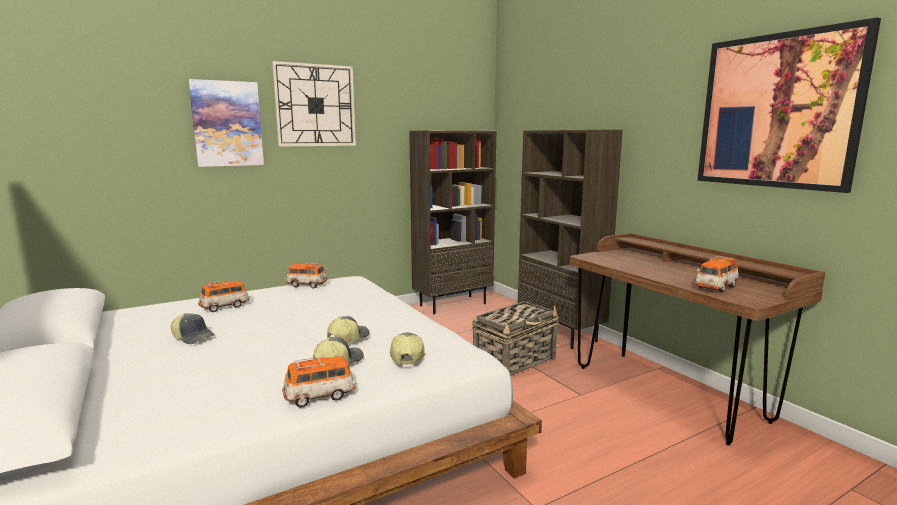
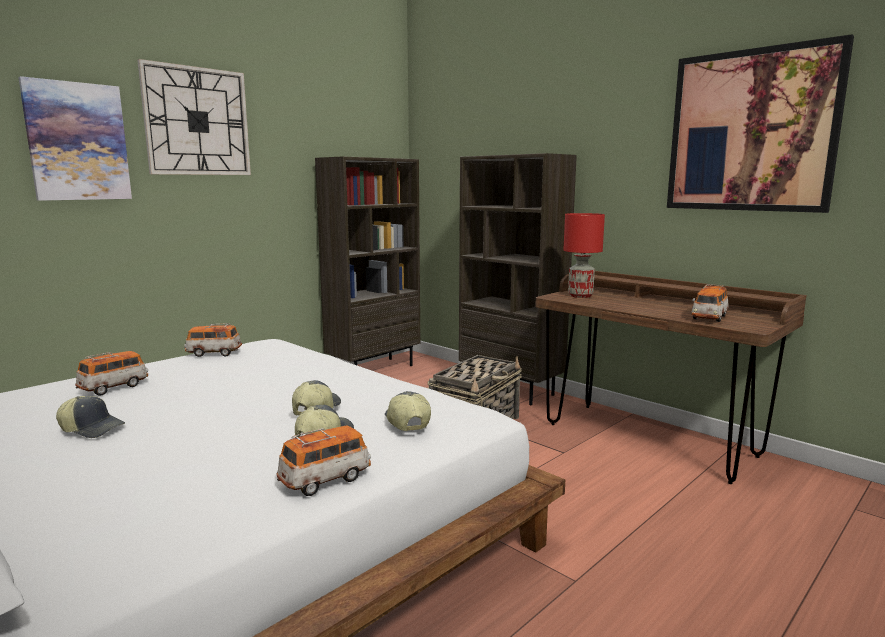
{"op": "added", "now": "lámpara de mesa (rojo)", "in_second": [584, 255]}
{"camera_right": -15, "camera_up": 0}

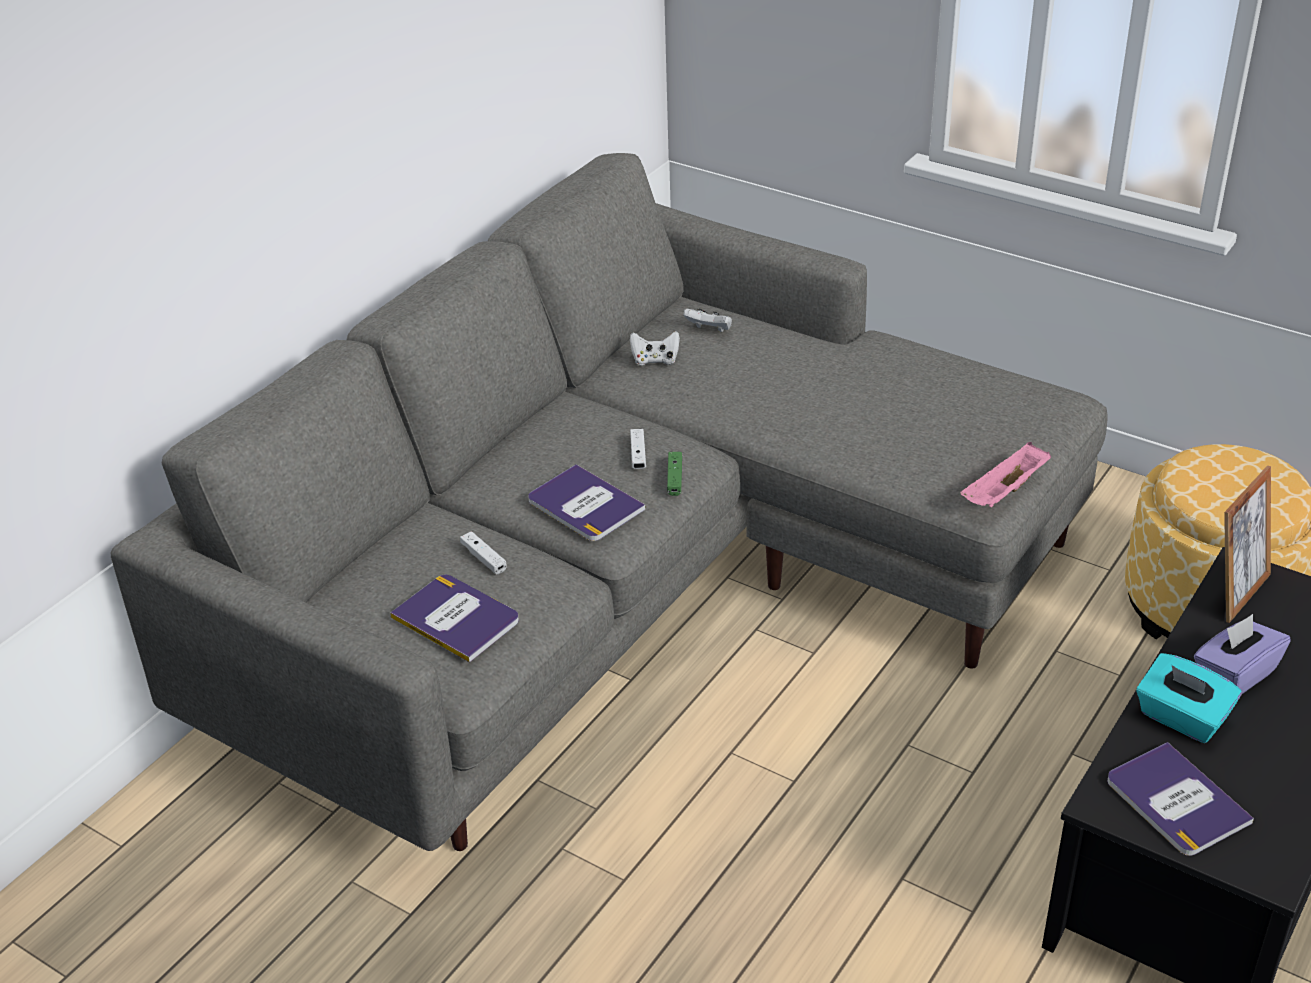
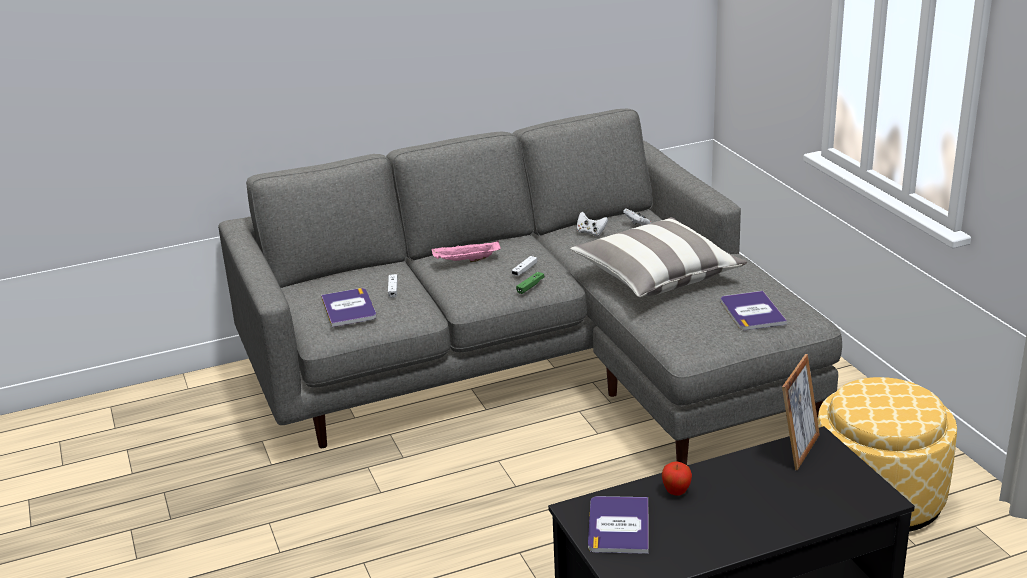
{"op": "moved", "was": "libro", "in_first": [586, 502], "in_second": [754, 310]}
{"op": "moved", "was": "bandeja (rosa)", "in_first": [1005, 475], "in_second": [466, 251]}
{"op": "replaced", "was": "caja de pañuelos (turquesa)", "now": "manzana", "in_first": [1189, 698], "in_second": [677, 478]}
{"op": "removed", "was": "caja de pañuelos (morado)", "in_first": [1242, 654]}
{"op": "turned", "was": "portarretratos", "in_first": [1247, 544], "in_second": [801, 412], "clockwise": -45}
{"op": "added", "now": "cojín", "in_second": [658, 257]}
{"camera_right": 35, "camera_up": -10}

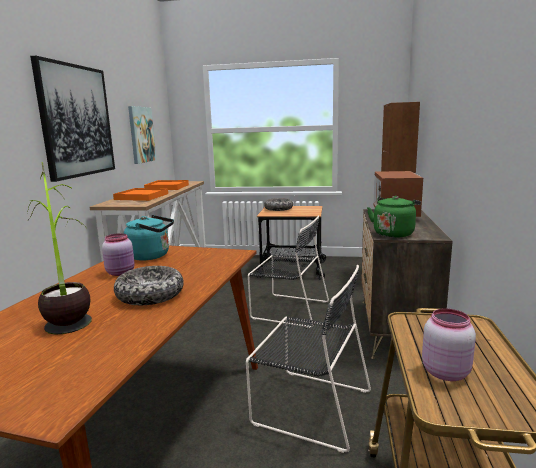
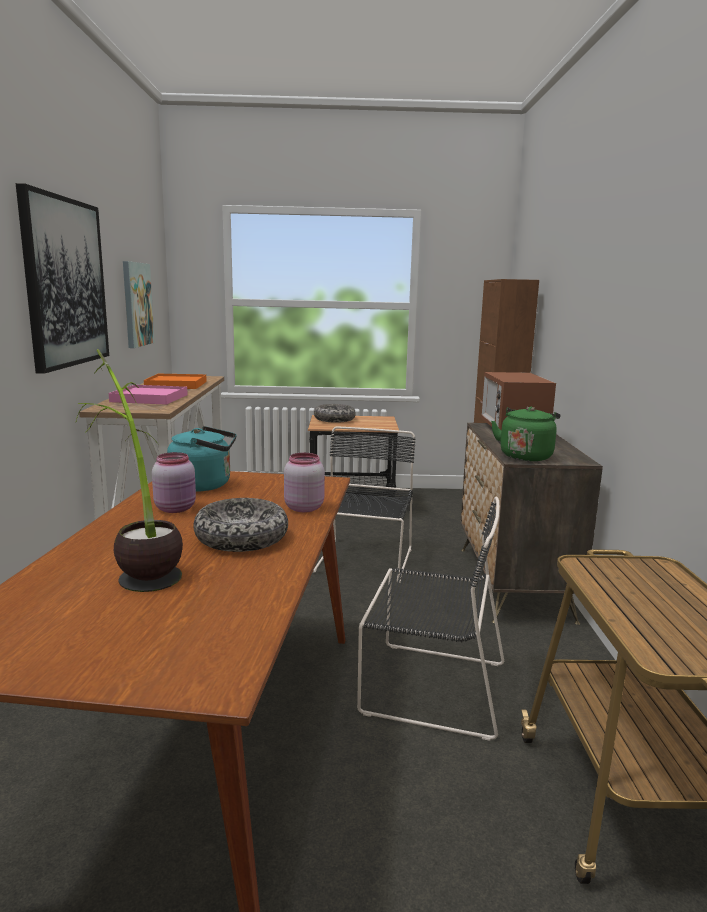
{"op": "recoloured", "was": "bandeja (naranja)", "now": "bandeja (rosa)", "in_first": [140, 194], "in_second": [148, 395]}
{"op": "turned", "was": "silla (negro)", "in_first": [288, 272], "in_second": [364, 505], "clockwise": -90}
{"op": "moved", "was": "tarro (rosa)", "in_first": [449, 344], "in_second": [304, 482]}
{"camera_right": -10, "camera_up": 0}

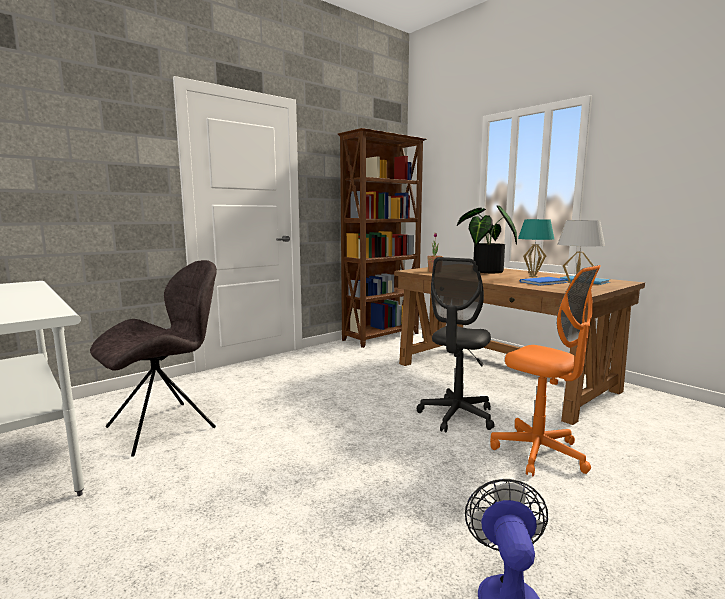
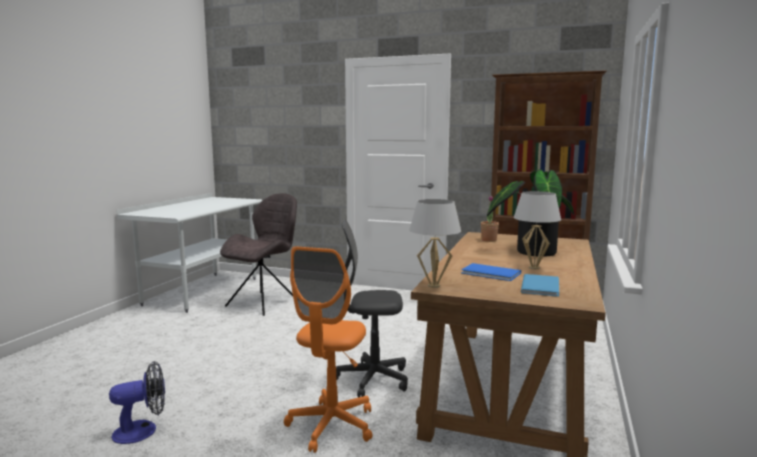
{"op": "turned", "was": "silla (gris)", "in_first": [153, 358], "in_second": [258, 254], "clockwise": -75}
{"op": "recoloured", "was": "lámpara de mesa (turquesa)", "now": "lámpara de mesa (blanco)", "in_first": [536, 248], "in_second": [537, 230]}
{"camera_right": 60, "camera_up": 0}

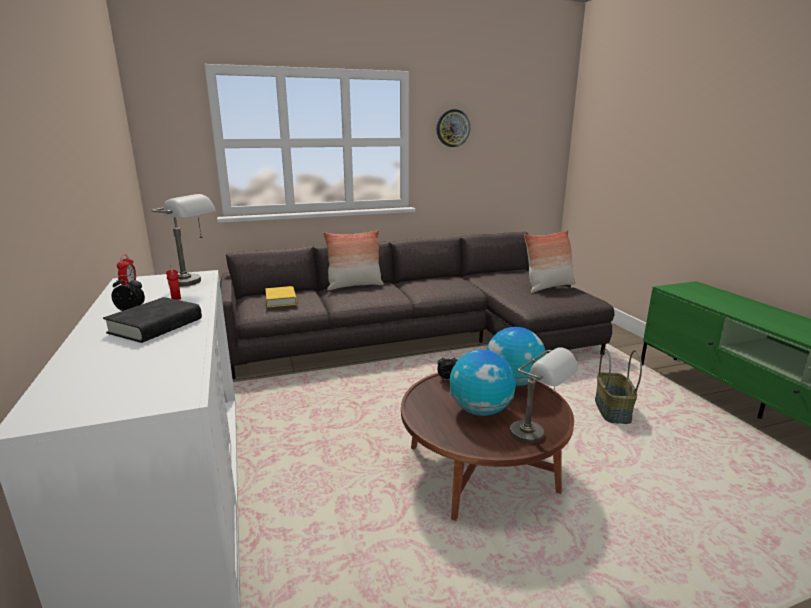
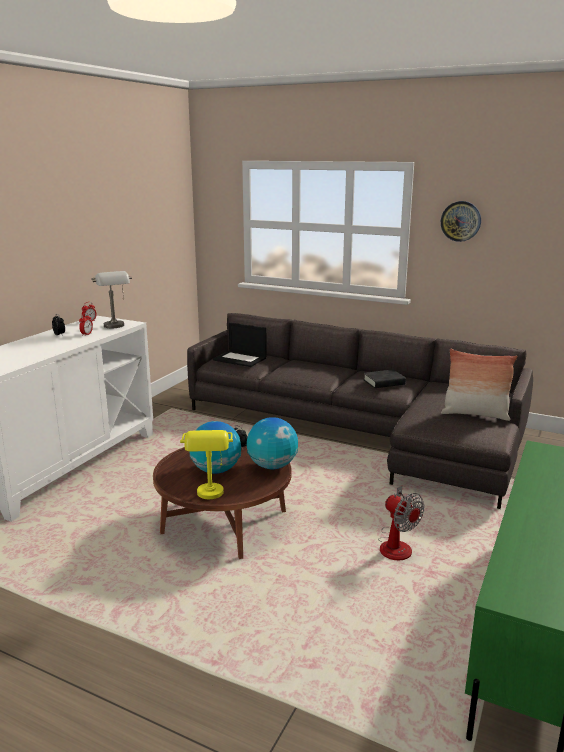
{"op": "moved", "was": "libro (negro)", "in_first": [152, 320], "in_second": [385, 378]}
{"op": "replaced", "was": "libro (amarillo)", "now": "portátil", "in_first": [281, 297], "in_second": [240, 344]}
{"op": "removed", "was": "cojín", "in_first": [353, 260]}
{"op": "recoloured", "was": "lámpara de mesa (gris)", "now": "lámpara de mesa (amarillo)", "in_first": [544, 395], "in_second": [206, 464]}
{"op": "replaced", "was": "cesta", "now": "ventilador", "in_first": [618, 386], "in_second": [401, 523]}
{"camera_right": 45, "camera_up": 0}

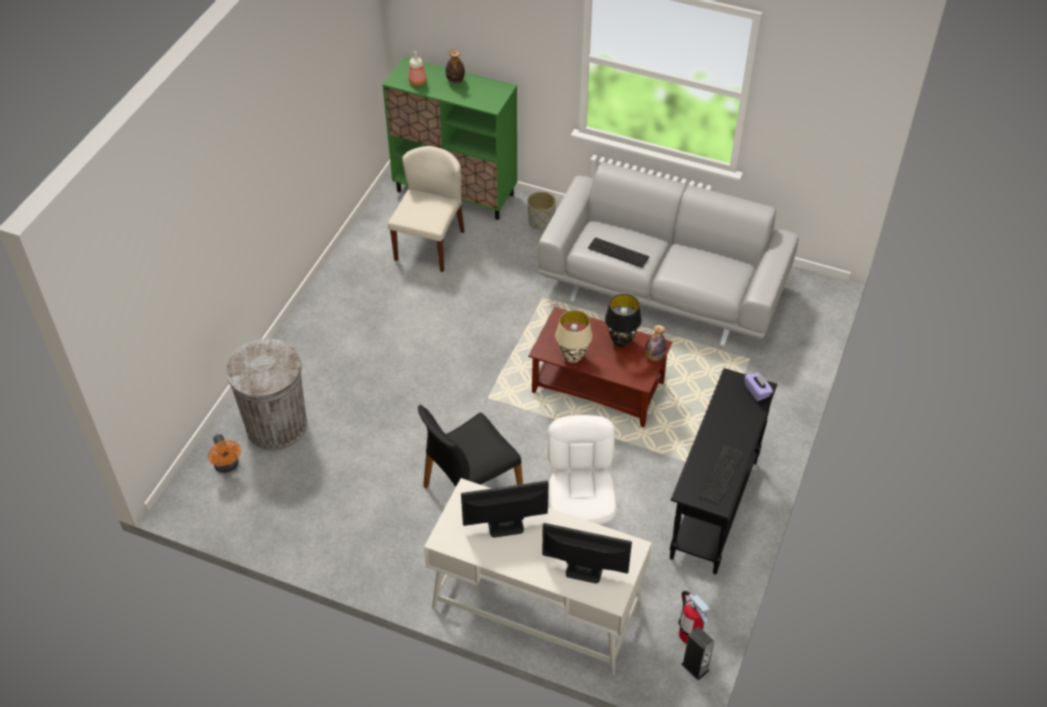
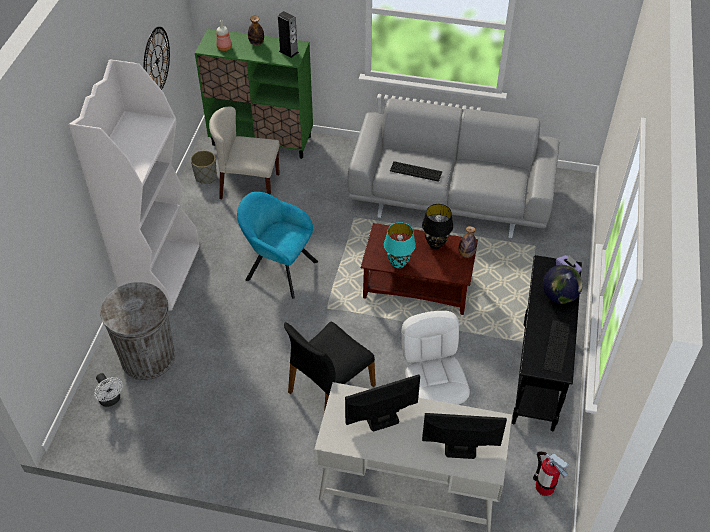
{"op": "recoloured", "was": "ventilador (naranja)", "now": "ventilador (blanco)", "in_first": [224, 453], "in_second": [108, 390]}
{"op": "turned", "was": "silla (beis)", "in_first": [426, 209], "in_second": [244, 152], "clockwise": -90}
{"op": "moved", "was": "maceta (gris)", "in_first": [541, 210], "in_second": [204, 167]}
{"op": "recoloured", "was": "lámpara de mesa (beis)", "now": "lámpara de mesa (turquesa)", "in_first": [573, 336], "in_second": [400, 245]}
{"op": "moved", "was": "altavoz", "in_first": [697, 653], "in_second": [288, 34]}
{"op": "added", "now": "estantería (blanco)", "in_second": [134, 185]}
{"op": "added", "now": "reloj de pared", "in_second": [156, 58]}
{"op": "added", "now": "sillón (turquesa)", "in_second": [277, 245]}
{"op": "added", "now": "globo terráqueo", "in_second": [563, 284]}
{"camera_right": -10, "camera_up": 0}

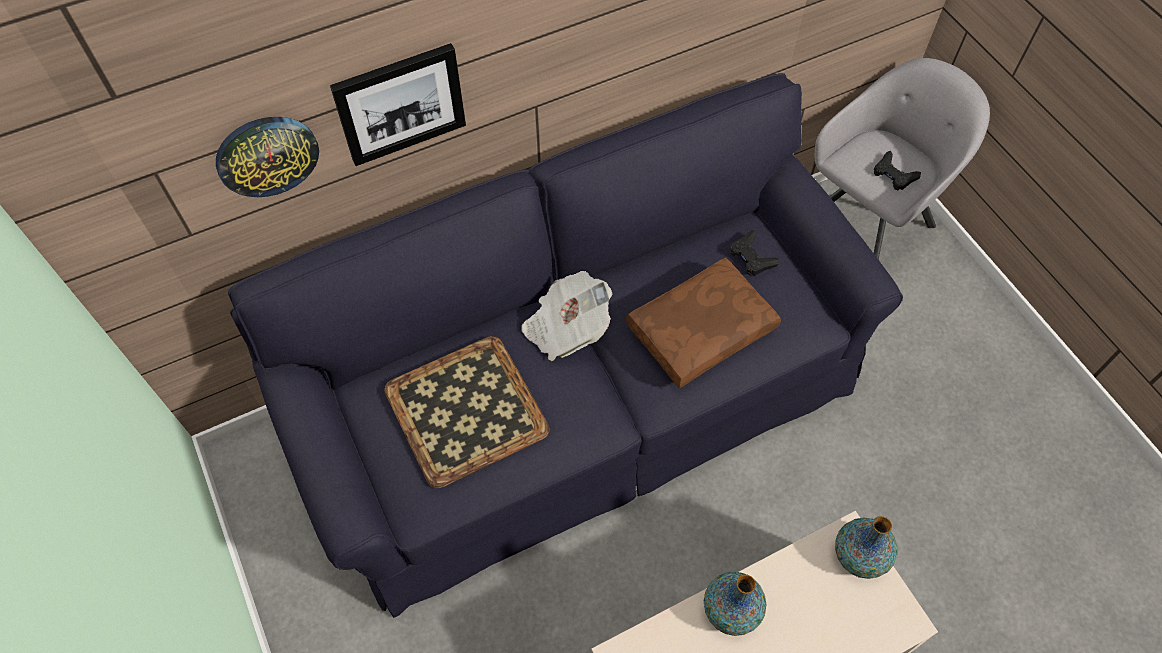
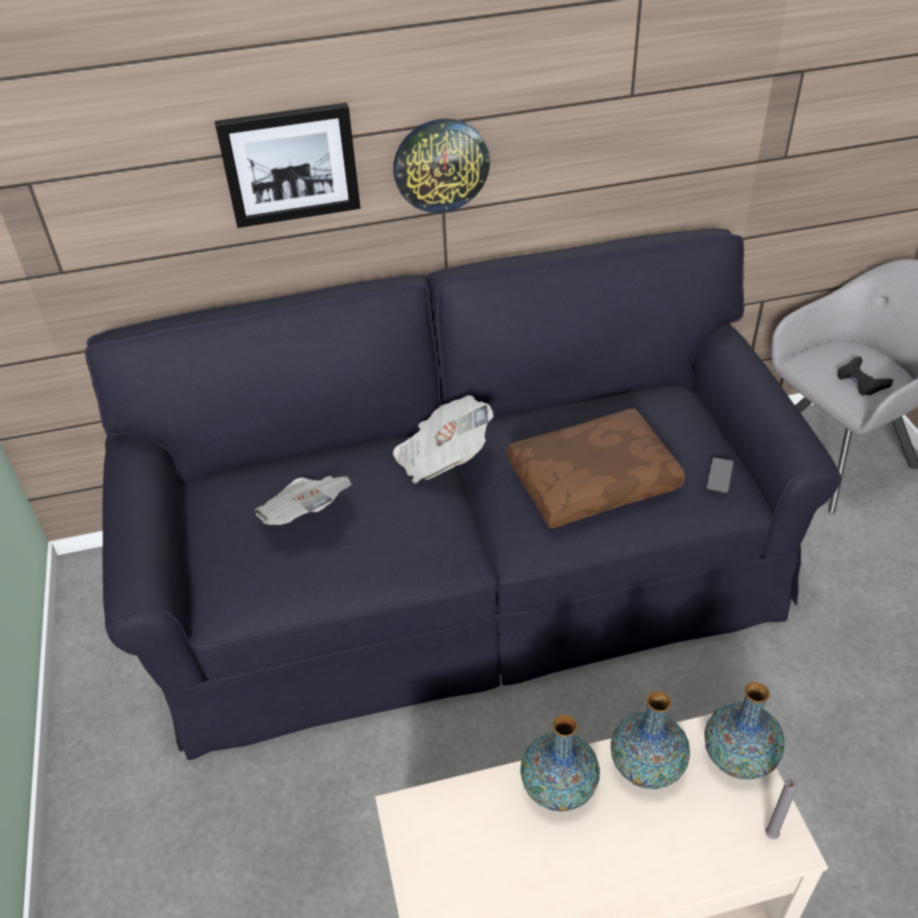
{"op": "moved", "was": "reloj de pared", "in_first": [267, 157], "in_second": [441, 165]}
{"op": "replaced", "was": "bandeja", "now": "periódico", "in_first": [467, 412], "in_second": [303, 500]}
{"op": "removed", "was": "mando de consola (negro)", "in_first": [755, 253]}
{"op": "added", "now": "florero", "in_second": [650, 740]}
{"op": "added", "now": "móvil", "in_second": [720, 475]}
{"op": "added", "now": "vela (gris)", "in_second": [781, 809]}
{"camera_right": 15, "camera_up": -15}

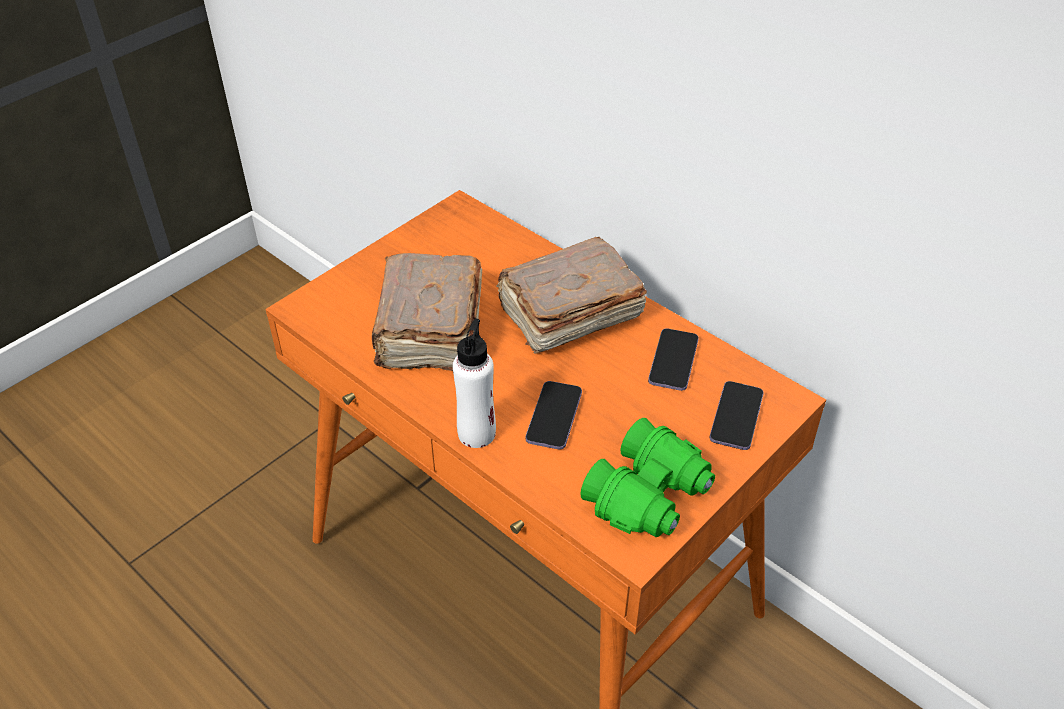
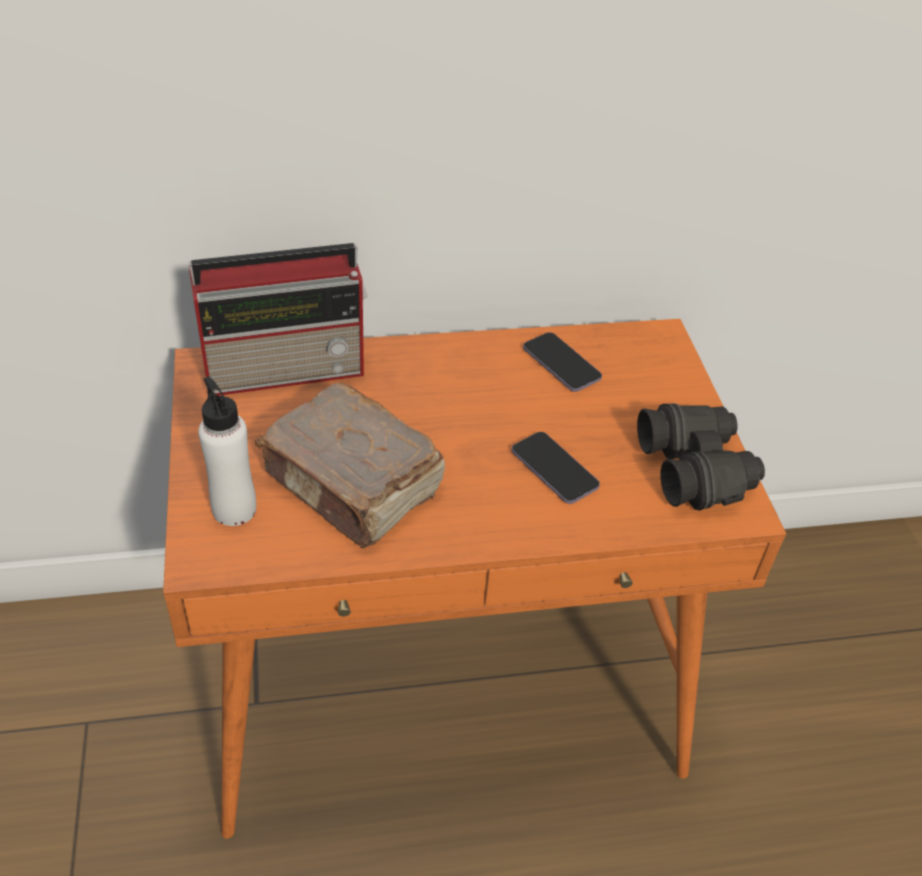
{"op": "moved", "was": "botella (blanco)", "in_first": [474, 383], "in_second": [227, 451]}
{"op": "removed", "was": "libro (marrón)", "in_first": [571, 295]}
{"op": "recoloured", "was": "prismáticos (verde)", "now": "prismáticos (negro)", "in_first": [647, 477], "in_second": [701, 457]}
{"op": "removed", "was": "móvil", "in_first": [737, 415]}
{"op": "added", "now": "radio", "in_second": [278, 319]}
{"camera_right": -55, "camera_up": 0}

